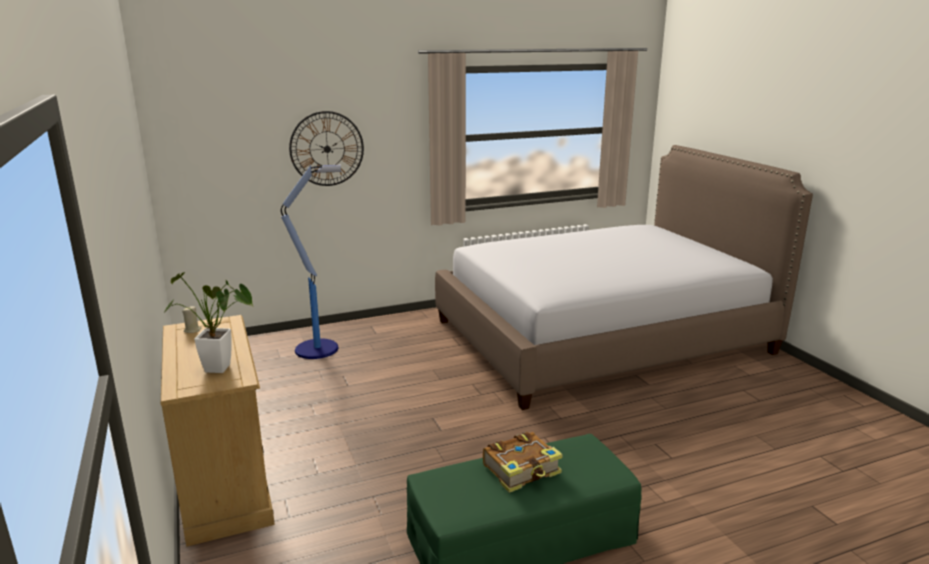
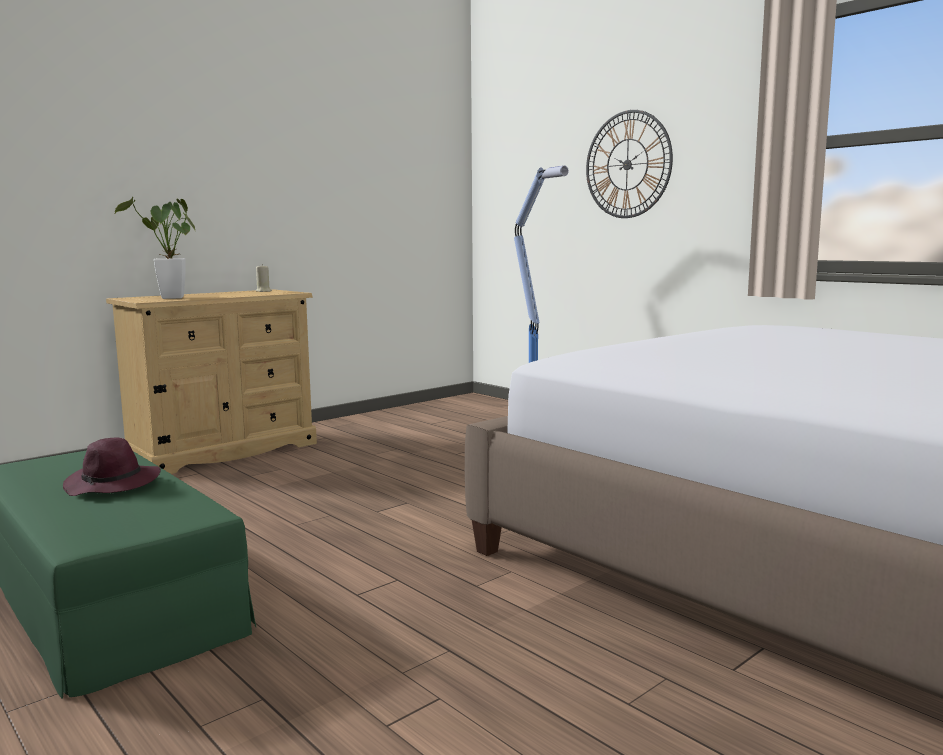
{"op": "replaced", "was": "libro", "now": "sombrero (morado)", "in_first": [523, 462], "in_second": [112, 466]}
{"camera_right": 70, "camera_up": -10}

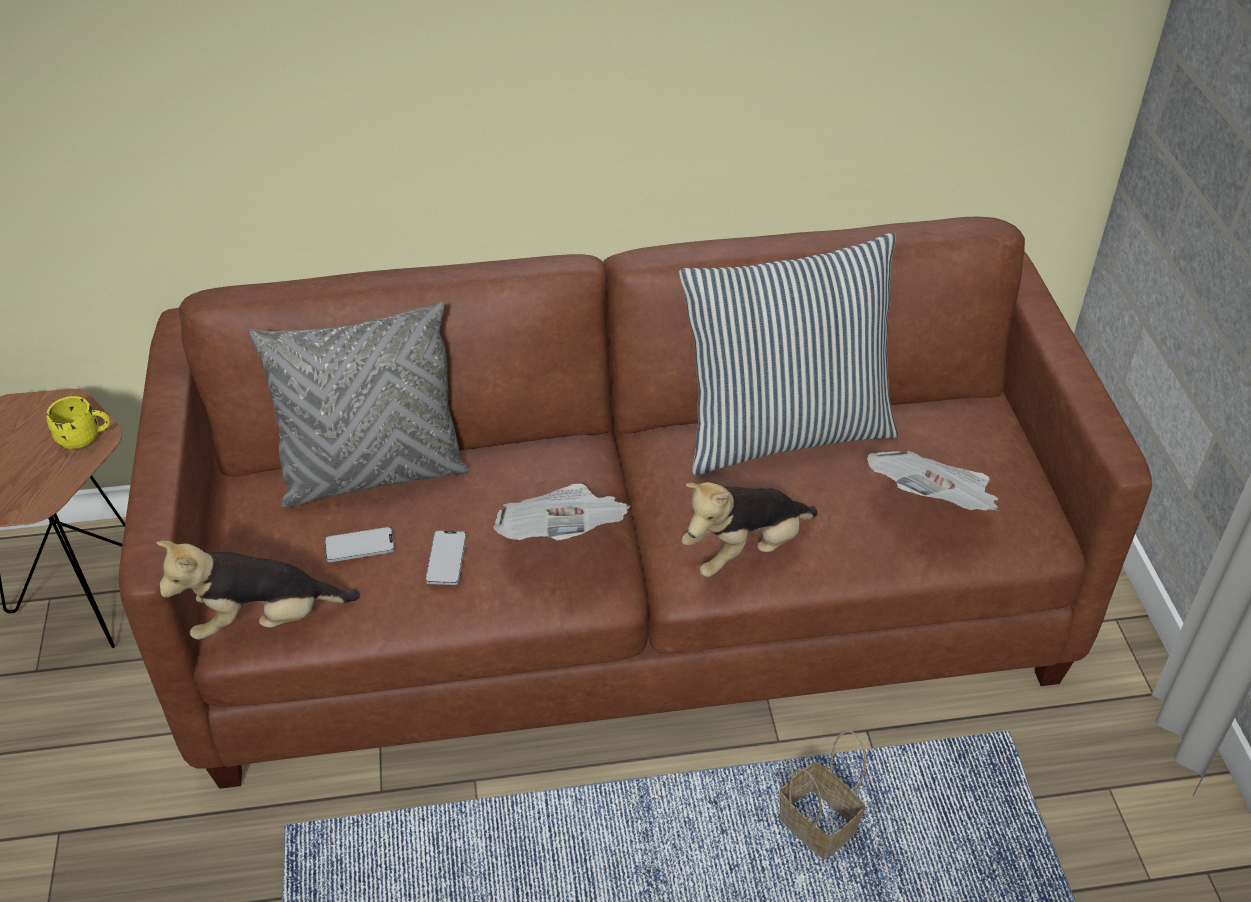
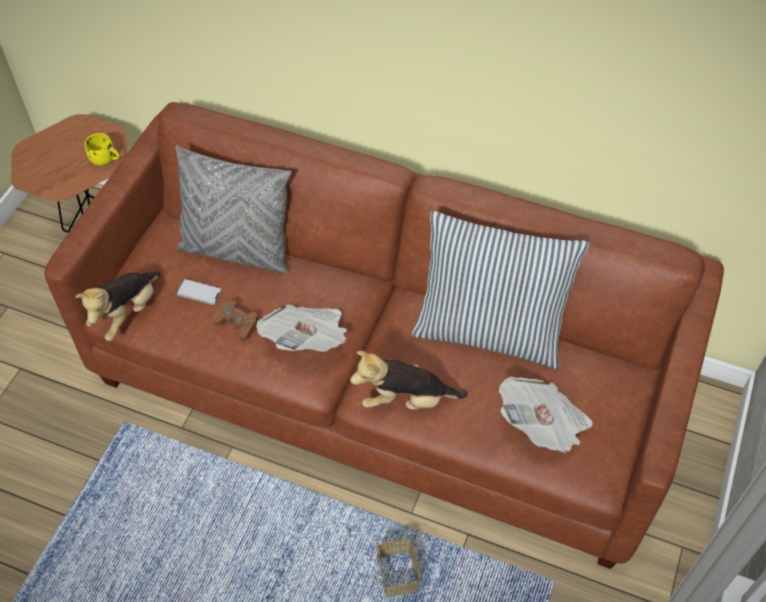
{"op": "turned", "was": "peluche", "in_first": [258, 590], "in_second": [117, 305], "clockwise": -75}
{"op": "replaced", "was": "móvil", "now": "mando de consola (marrón)", "in_first": [446, 558], "in_second": [236, 320]}
{"camera_right": 30, "camera_up": 10}

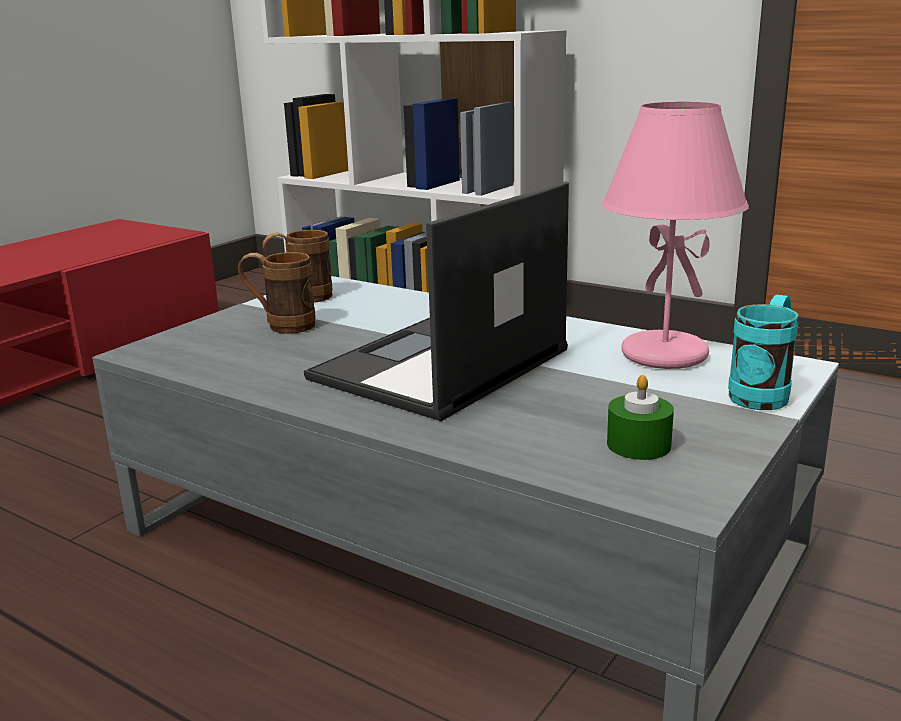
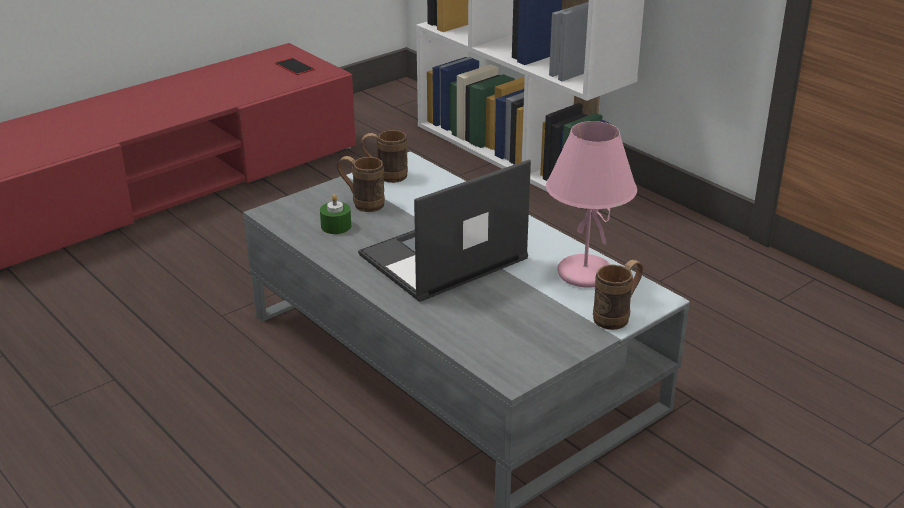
{"op": "moved", "was": "vela (verde)", "in_first": [640, 417], "in_second": [335, 214]}
{"op": "recoloured", "was": "taza grande (turquesa)", "now": "taza grande (marrón)", "in_first": [763, 352], "in_second": [618, 295]}
{"op": "added", "now": "móvil", "in_second": [295, 66]}
{"camera_right": 15, "camera_up": 10}

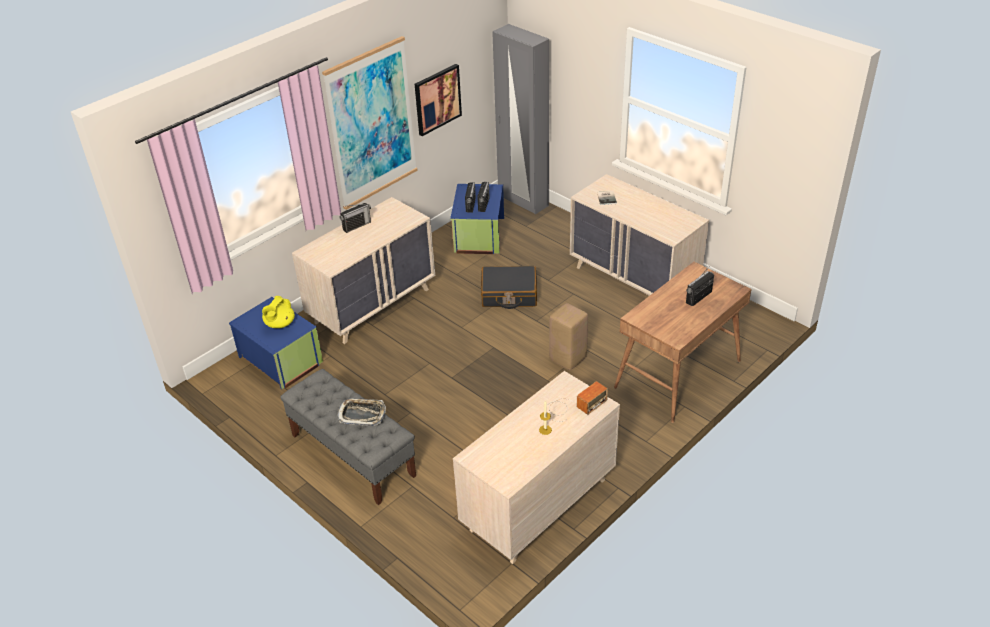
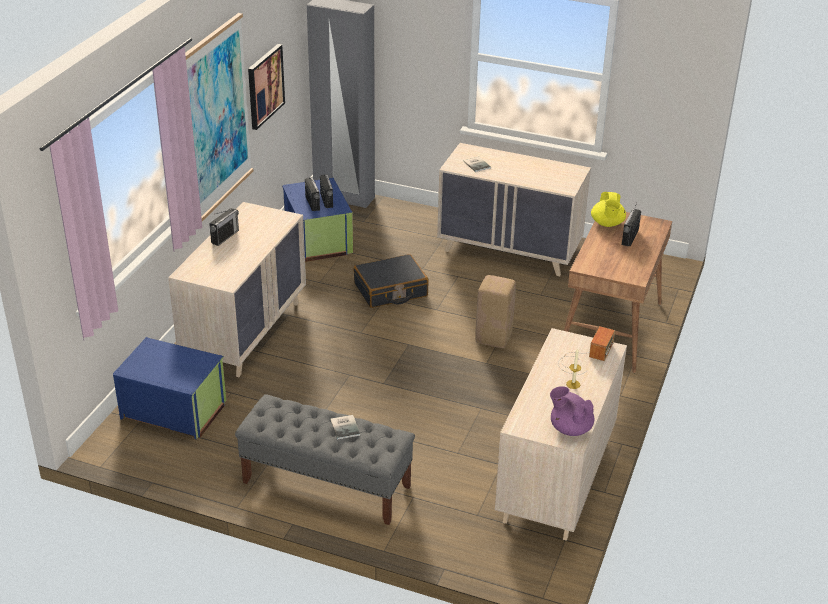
{"op": "moved", "was": "tetera (amarillo)", "in_first": [278, 312], "in_second": [608, 209]}
{"op": "replaced", "was": "bandeja", "now": "libro", "in_first": [362, 412], "in_second": [345, 427]}
{"op": "added", "now": "tetera (morado)", "in_second": [572, 411]}
{"camera_right": -25, "camera_up": -5}

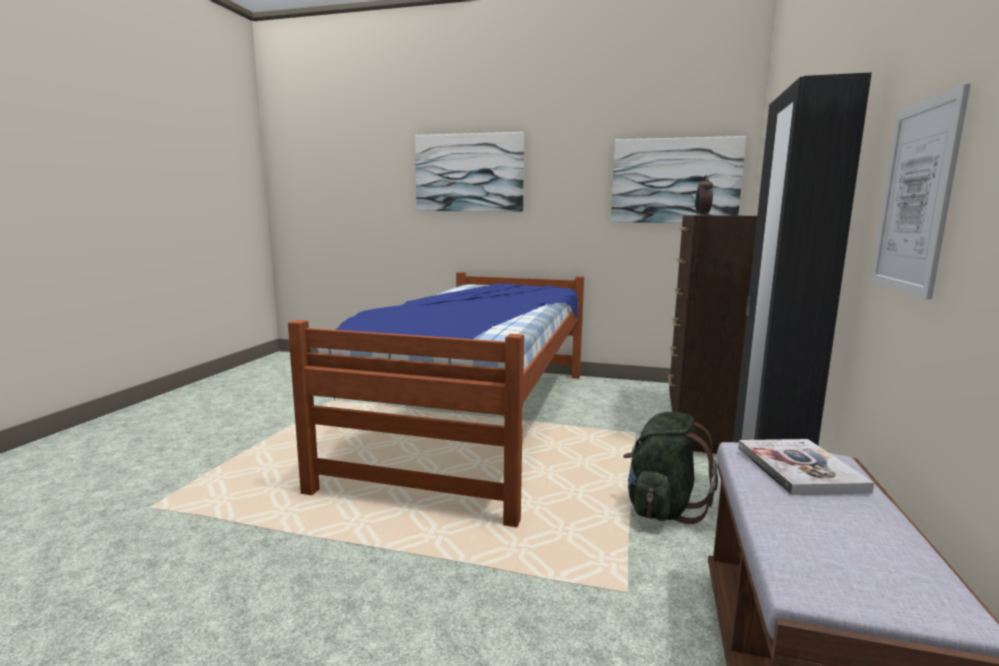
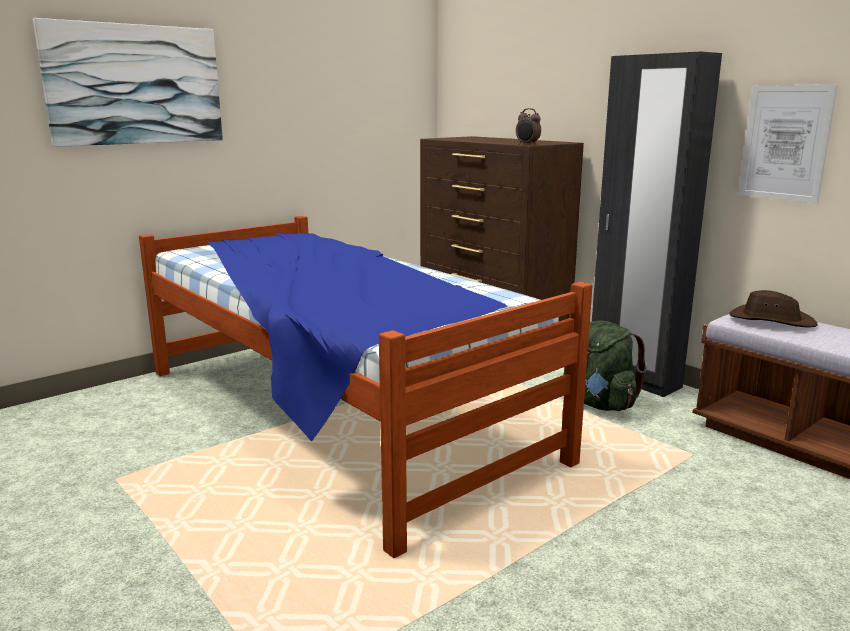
{"op": "removed", "was": "cuadro", "in_first": [678, 179]}
{"op": "replaced", "was": "libro", "now": "sombrero (marrón)", "in_first": [806, 467], "in_second": [773, 309]}
{"camera_right": -55, "camera_up": 5}

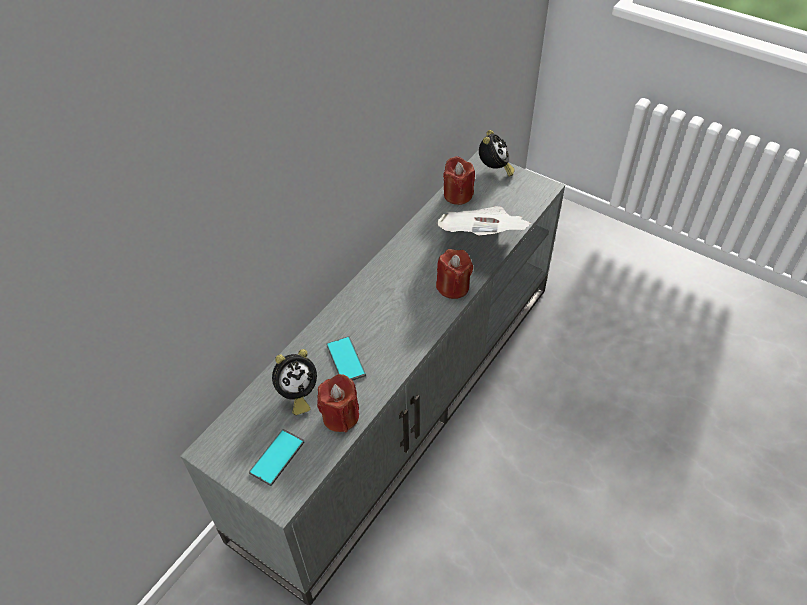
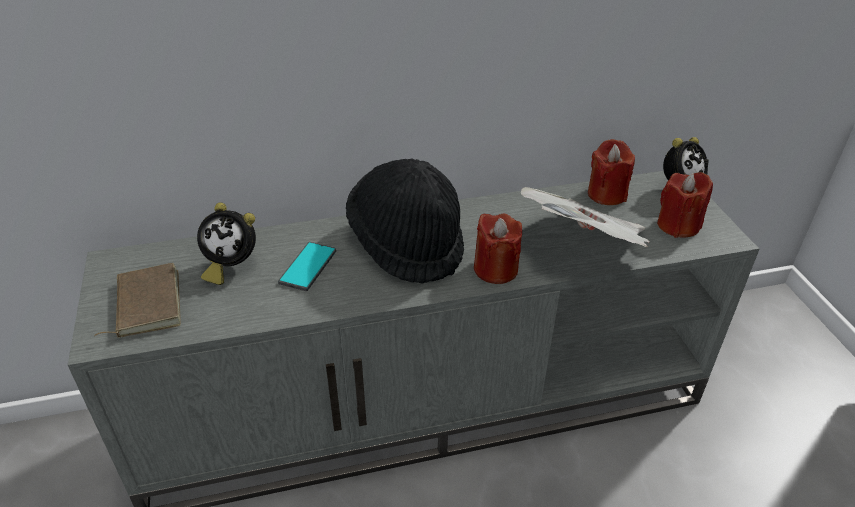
{"op": "replaced", "was": "móvil", "now": "libro (marrón)", "in_first": [276, 457], "in_second": [137, 300]}
{"op": "moved", "was": "vela (rojo)", "in_first": [338, 403], "in_second": [685, 205]}
{"op": "added", "now": "sombrero (negro)", "in_second": [405, 220]}
{"camera_right": 40, "camera_up": -10}

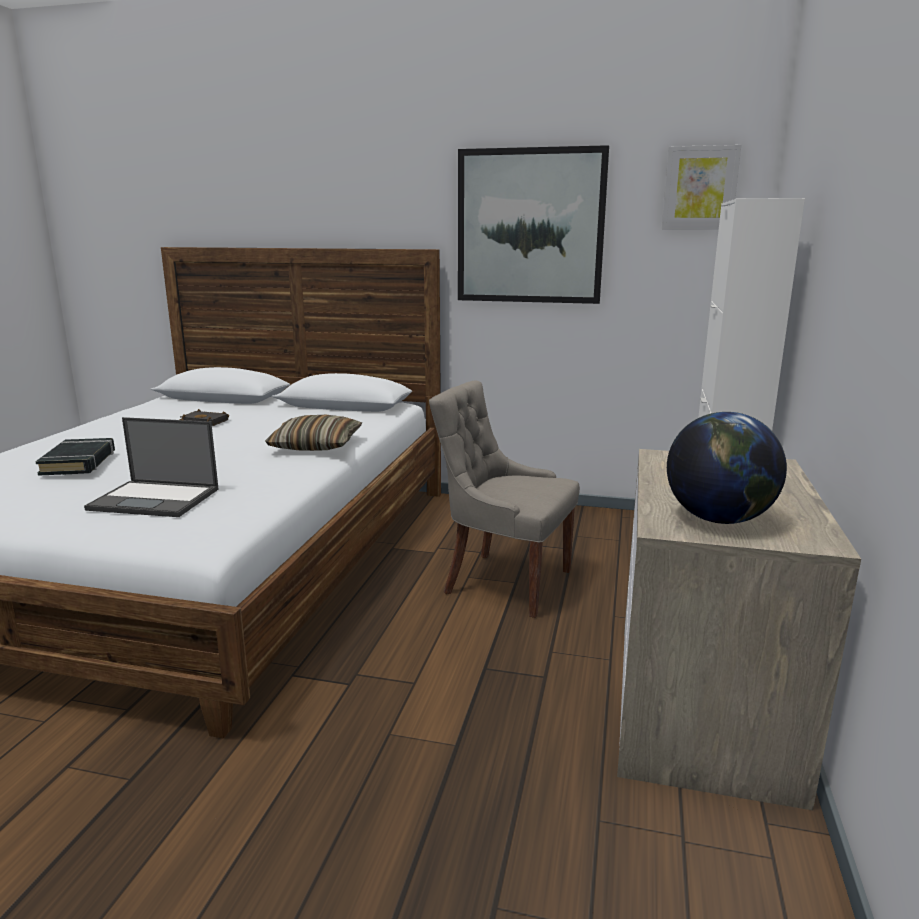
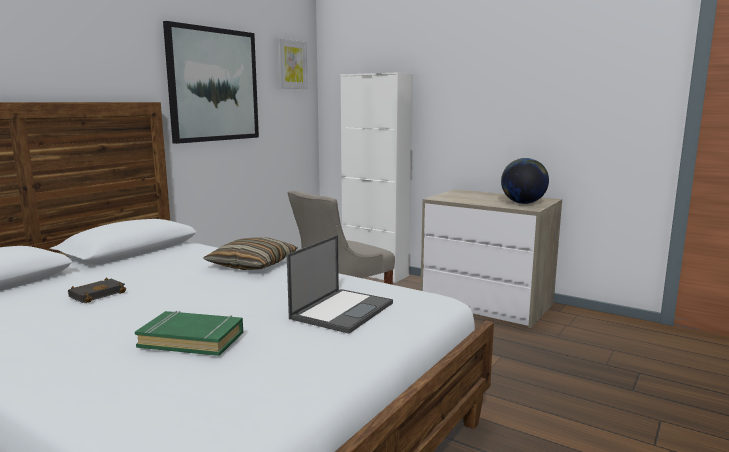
{"op": "recoloured", "was": "libro (negro)", "now": "libro (verde)", "in_first": [75, 457], "in_second": [189, 333]}
{"camera_right": -70, "camera_up": -5}

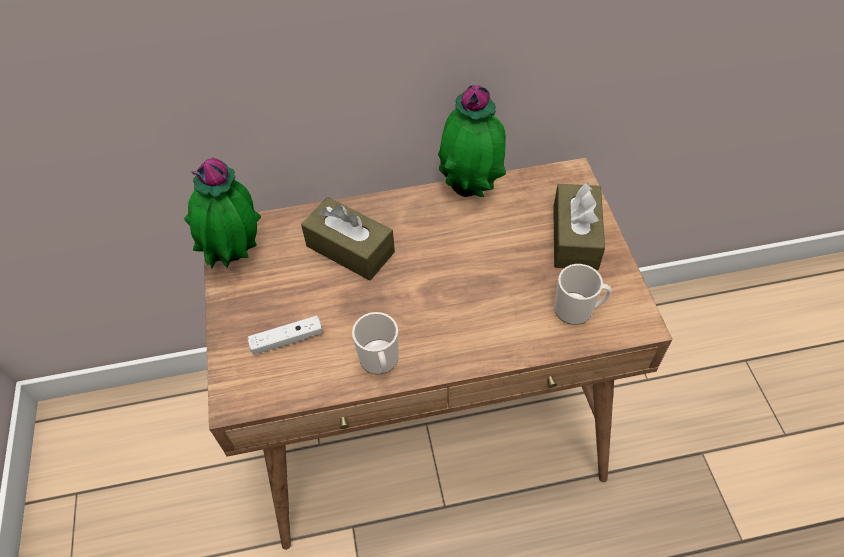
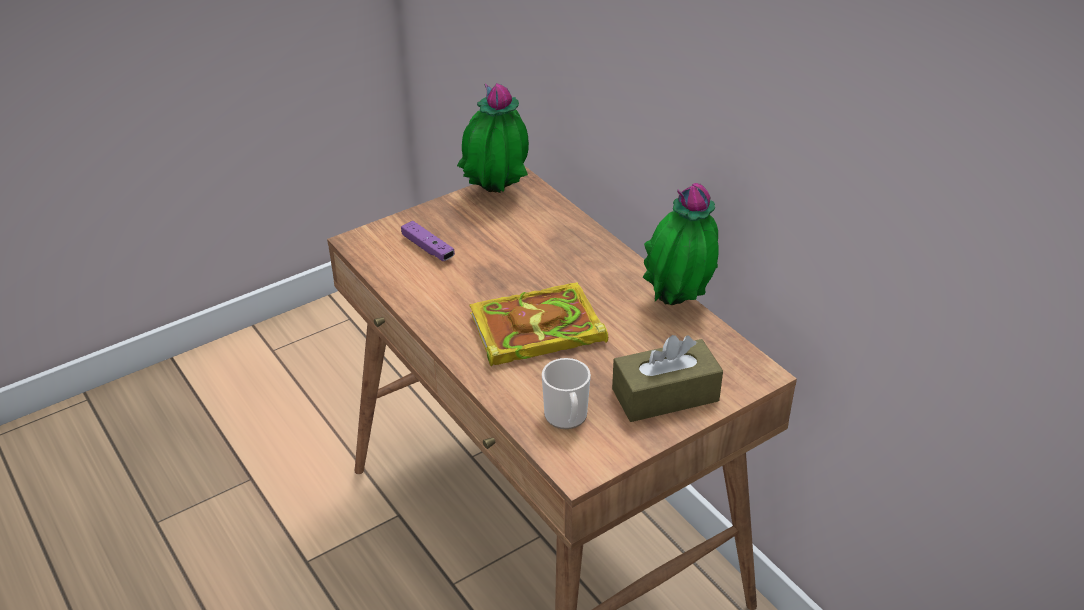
{"op": "recoloured", "was": "mando de consola (blanco)", "now": "mando de consola (morado)", "in_first": [285, 335], "in_second": [428, 241]}
{"op": "removed", "was": "caja de pañuelos (marrón)", "in_first": [348, 238]}
{"op": "removed", "was": "taza grande", "in_first": [375, 343]}
{"op": "added", "now": "libro", "in_second": [539, 324]}
{"camera_right": 65, "camera_up": -15}

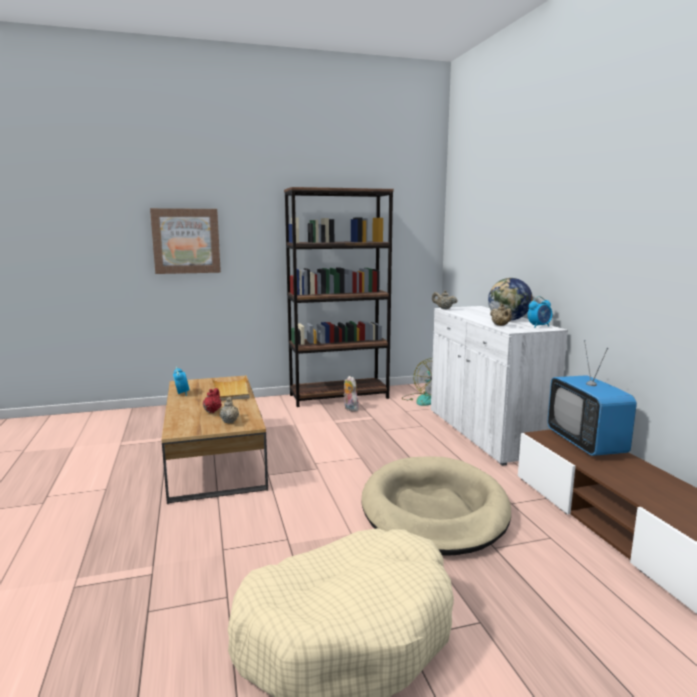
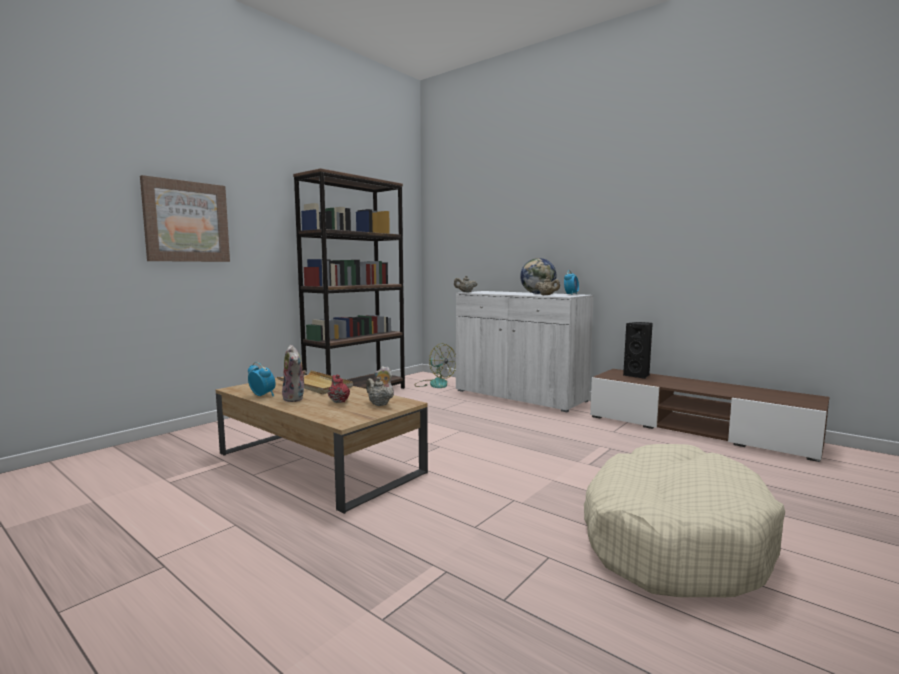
{"op": "removed", "was": "cama para perro (beis)", "in_first": [436, 506]}
{"op": "replaced", "was": "televisor", "now": "altavoz (negro)", "in_first": [592, 398], "in_second": [638, 350]}
{"op": "added", "now": "peluche", "in_second": [294, 373]}
{"camera_right": -35, "camera_up": -5}

